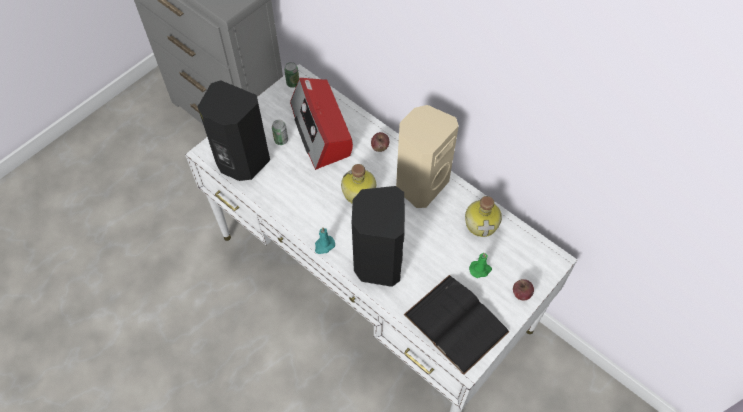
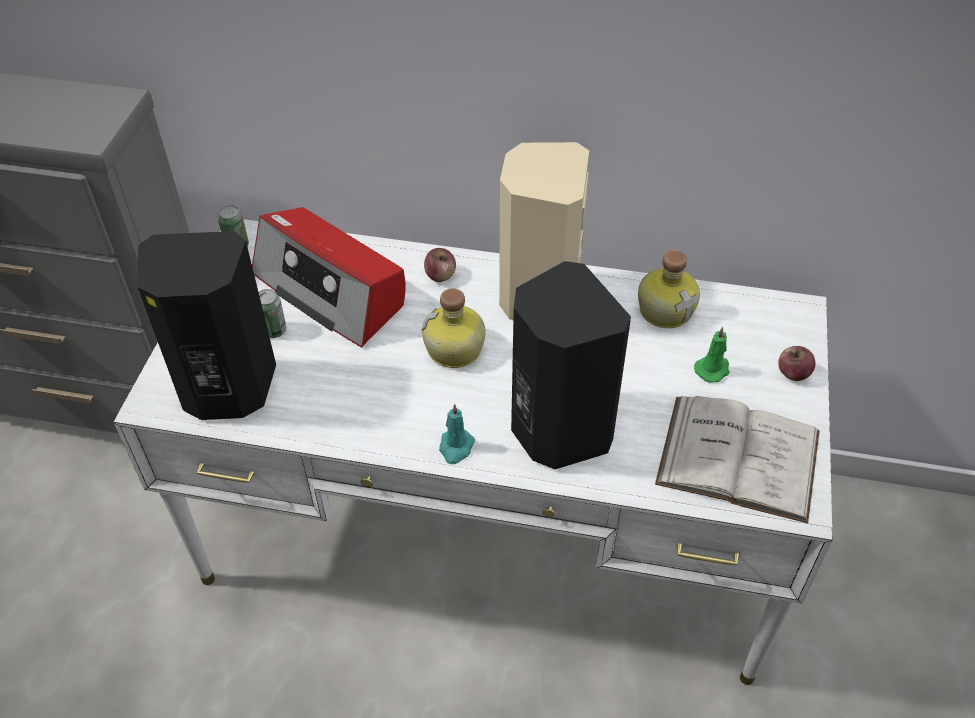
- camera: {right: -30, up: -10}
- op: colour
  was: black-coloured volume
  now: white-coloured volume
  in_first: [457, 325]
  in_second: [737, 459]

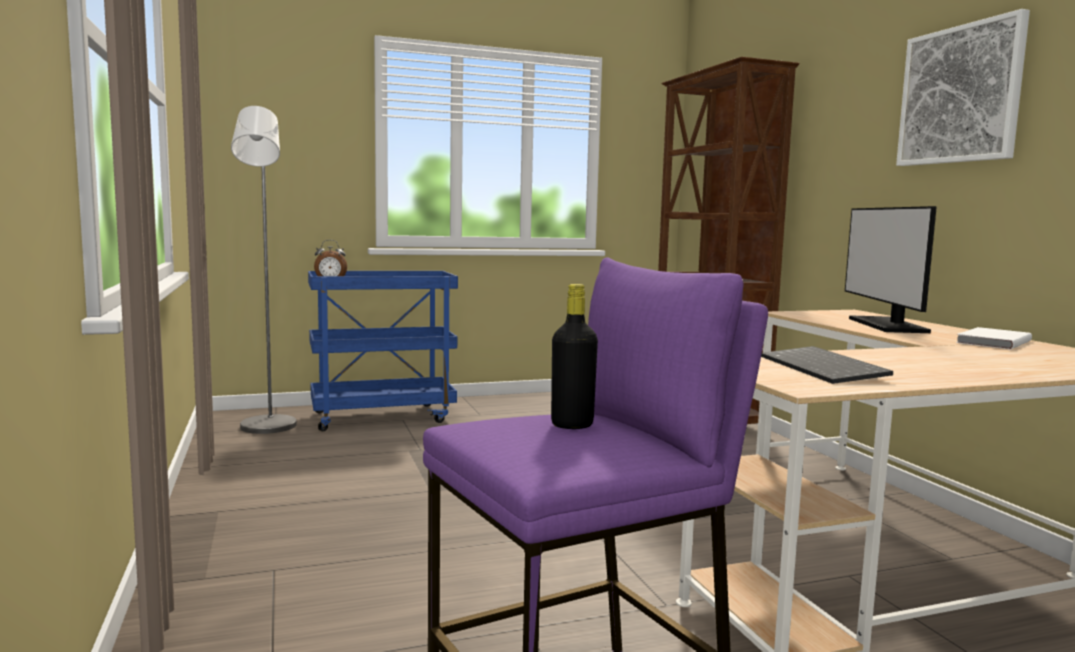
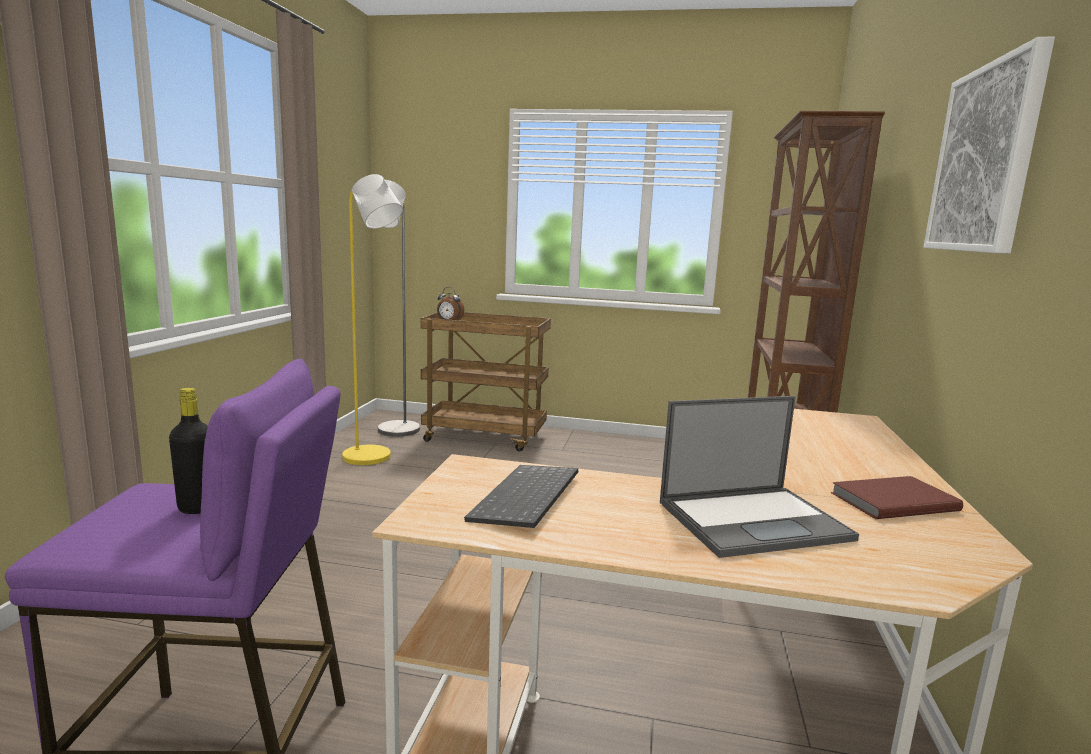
- camera: {right: 30, up: 5}
- op: appeared
  now: yellow floor lamp
  in_second: [372, 319]
- op: colour
  was: blue-coloured trolley
  now: brown trolley
  in_first: [383, 351]
  in_second: [486, 381]
- op: appeared
  now: portable computer
  in_second: [759, 477]
- op: colour
  was: white-coloured volume
  now: brown volume
  in_first: [994, 338]
  in_second: [897, 497]
- op: missing
  was: computer display
  in_first: [891, 269]

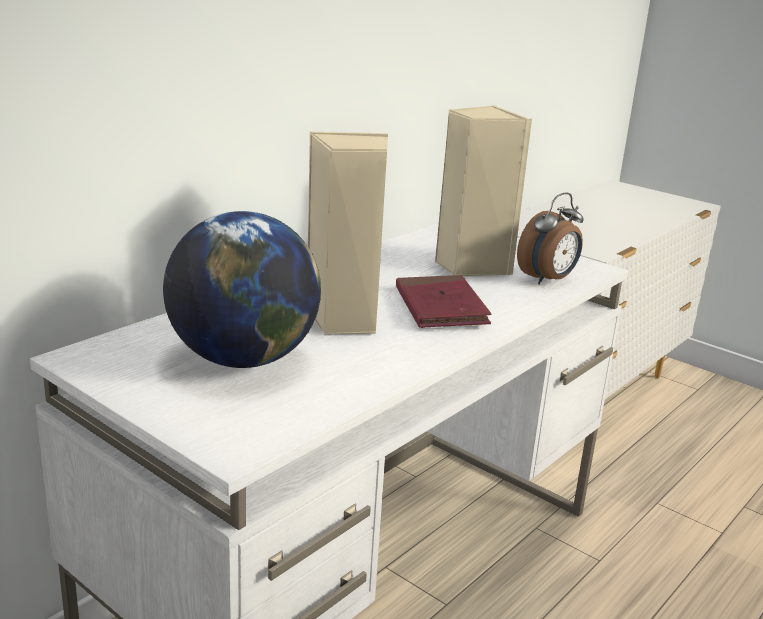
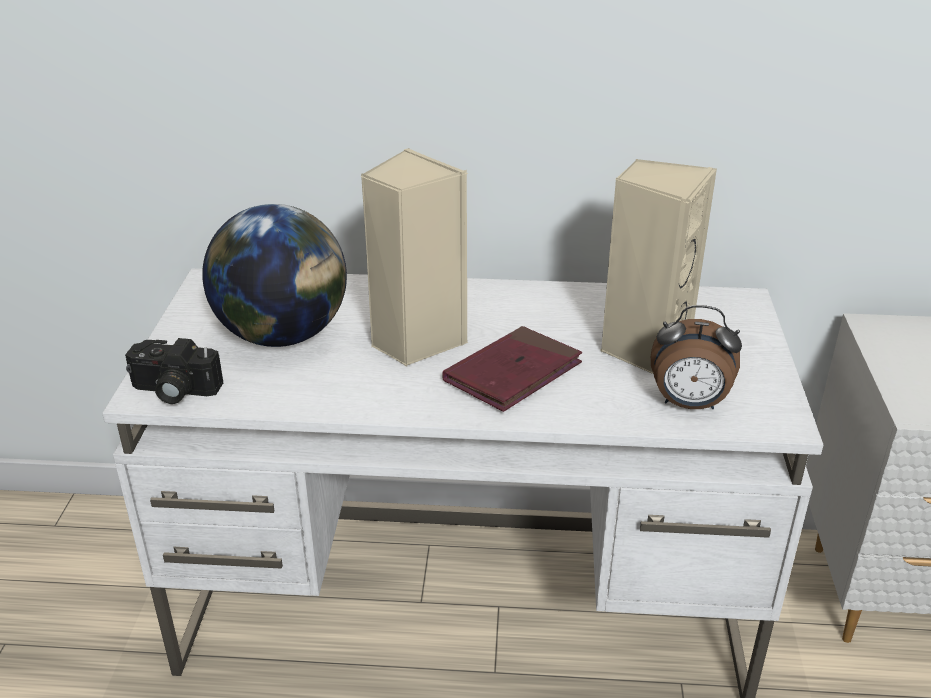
- camera: {right: 55, up: 10}
- op: appeared
  now: still camera
  in_second: [174, 371]

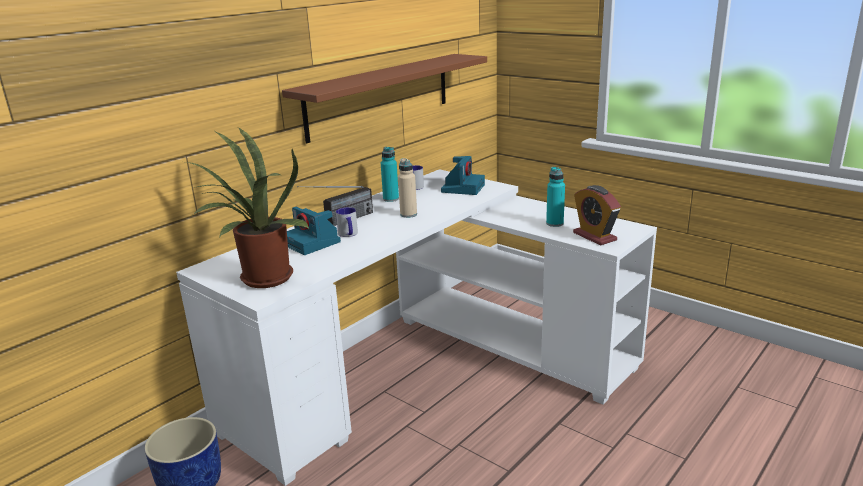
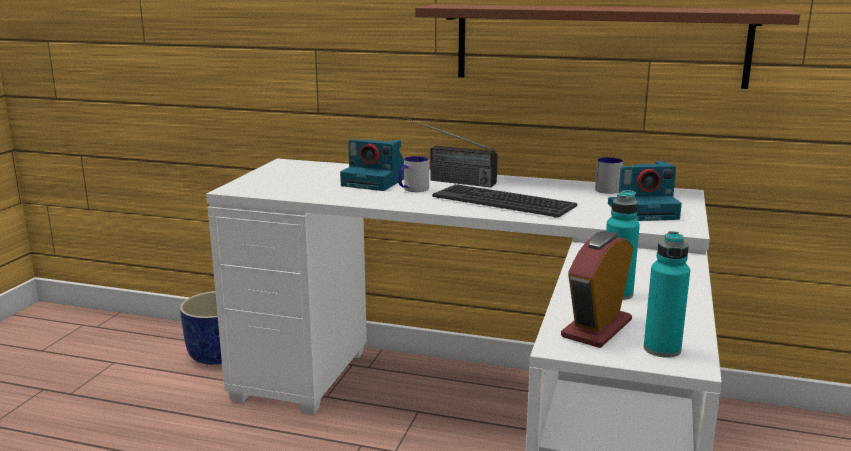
- camera: {right: 65, up: -5}
- op: spun
  was: still camera
  in_first: [314, 231]
  in_second: [372, 165]
  clockwise: -90
- op: exchanged
  was: sand-coloured drink bottle
  now: computer keyboard
  in_first: [407, 188]
  in_second: [504, 201]
- op: relocated
  was: turquoise-coloured drink bottle
  in_first: [390, 174]
  in_second: [667, 294]
- op: missing
  was: potted plant
  in_first: [247, 207]

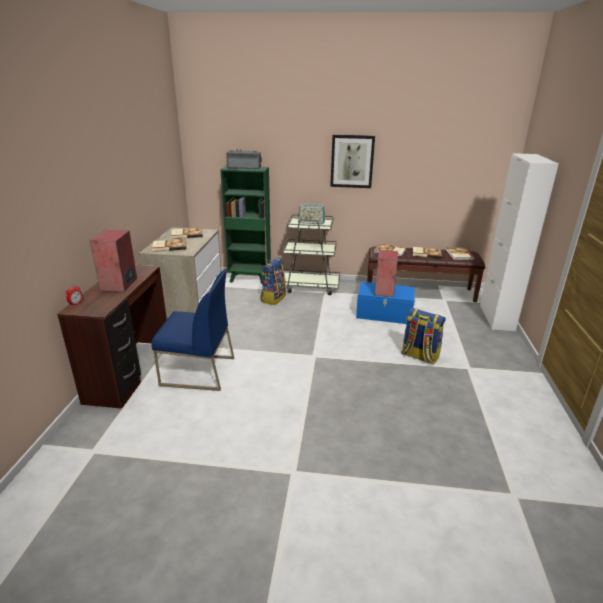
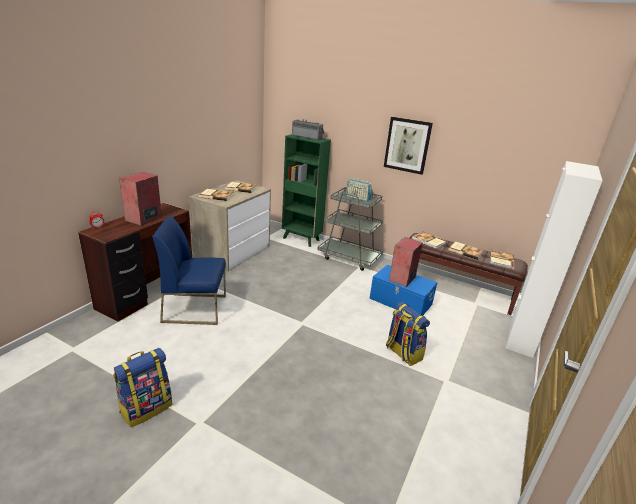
- camera: {right: 20, up: 0}
- op: relocated
  was: knapsack
  in_first: [273, 281]
  in_second: [142, 387]
- op: spun
  was: blue-coloured upright chair
  in_first: [192, 330]
  in_second: [189, 270]
  clockwise: 150

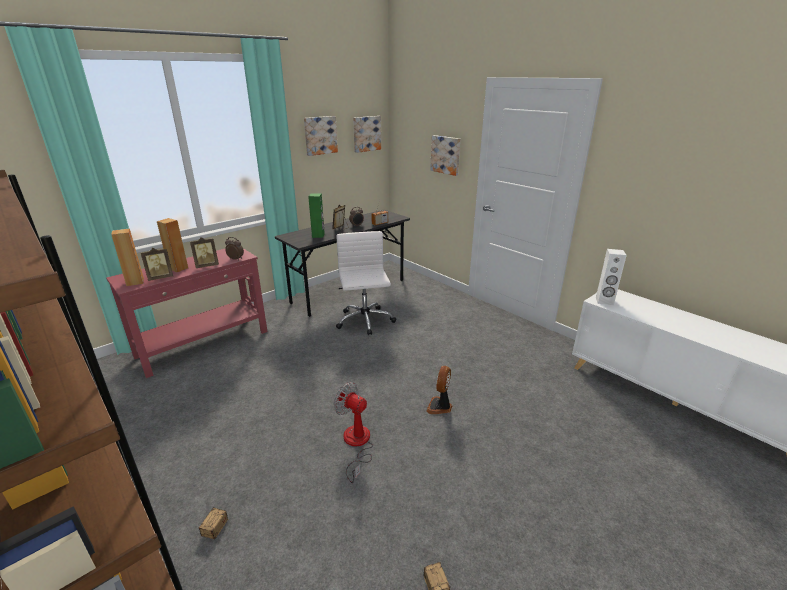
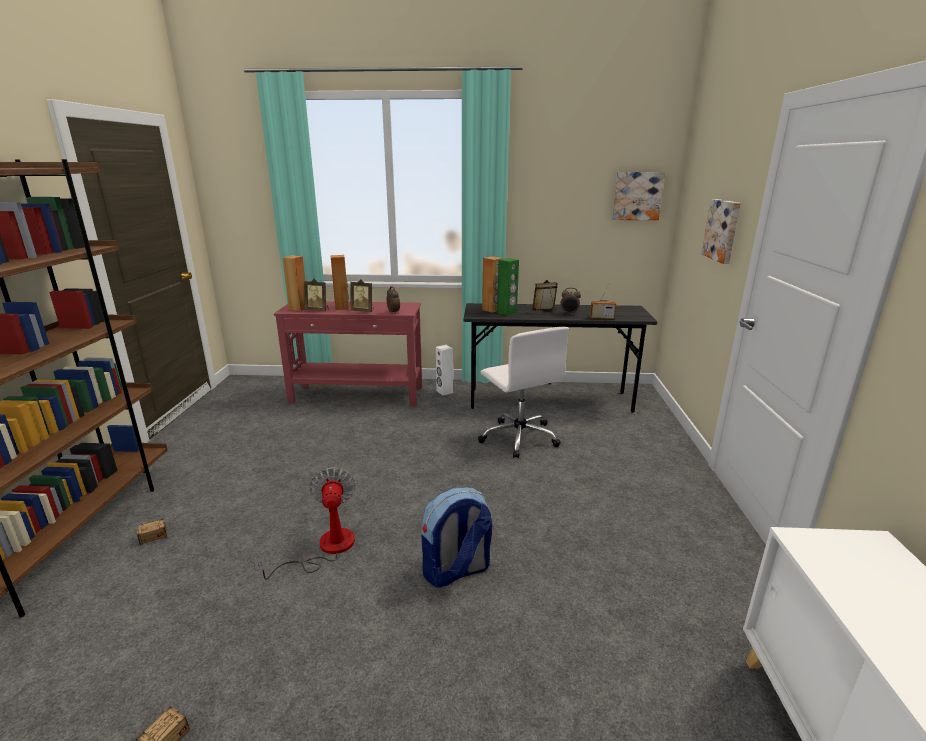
- camera: {right: 45, up: -5}
- op: exchanged
  was: cooling fan
  now: knapsack
  in_first: [439, 390]
  in_second: [456, 537]
- op: relocated
  was: white-coloured loudspeaker
  in_first: [611, 277]
  in_second: [444, 370]
- op: spun
  was: white-coloured desk chair
  in_first: [366, 283]
  in_second: [523, 392]
  clockwise: 120
- op: appeared
  now: brown loudspeaker
  in_second: [492, 284]
- op: missing
  was: wall art
  in_first: [321, 136]

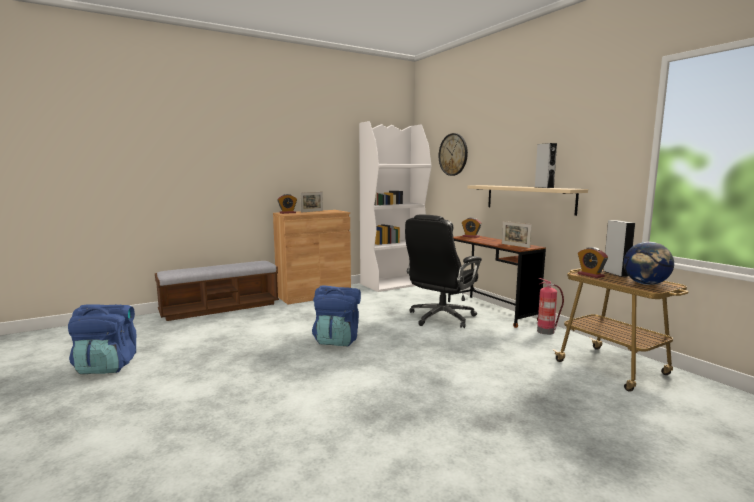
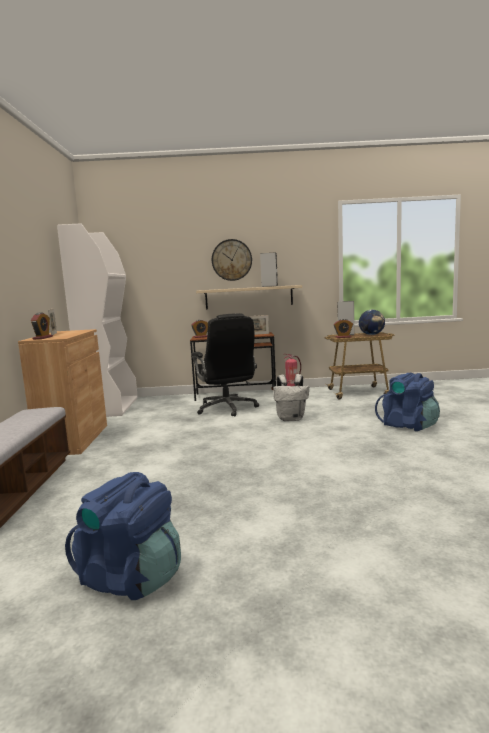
- camera: {right: -60, up: 0}
- op: relocated
  was: clock on the wall
  in_first: [453, 154]
  in_second: [232, 260]
- op: appeared
  now: white-coloured knapsack
  in_second: [291, 397]
- op: relocated
  was: blue-coloured knapsack
  in_first: [336, 315]
  in_second: [407, 402]

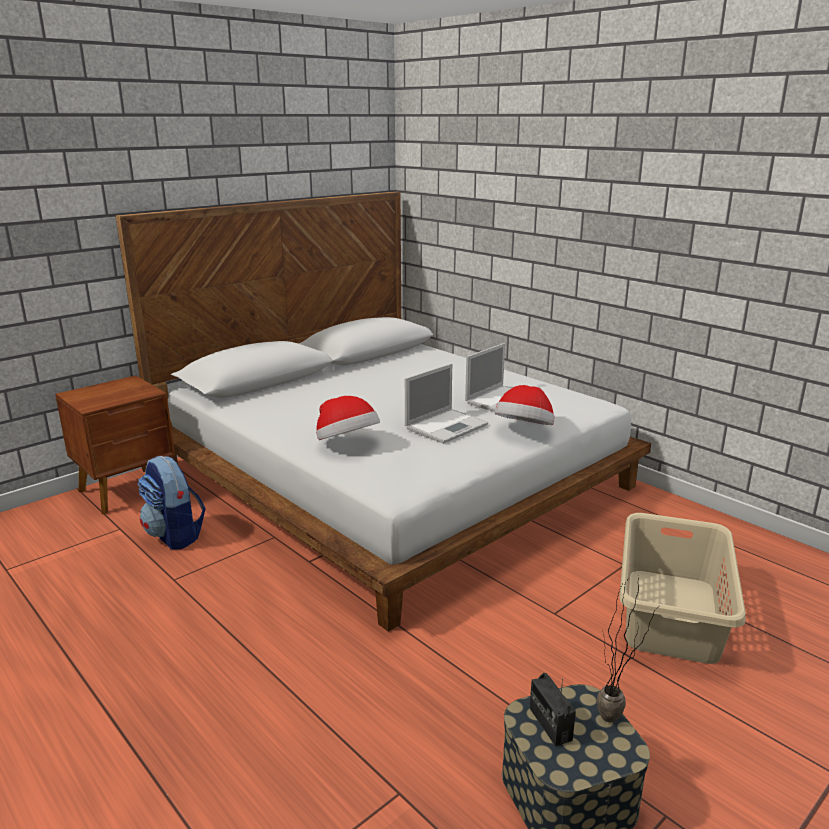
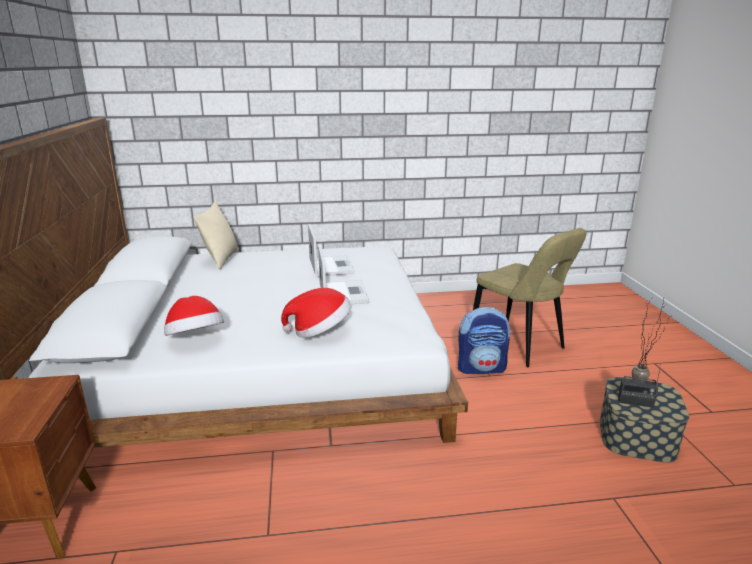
- camera: {right: -55, up: 0}
- op: relocated
  was: hat
  in_first: [524, 405]
  in_second: [194, 316]
- op: appeared
  now: sand-coloured throw pillow
  in_second: [216, 235]
- op: relocated
  was: knapsack
  in_first: [172, 503]
  in_second: [484, 340]
- op: exchanged
  was: sand-coloured laundry basket
  now: sand-coloured upright chair
  in_first: [682, 588]
  in_second: [530, 297]

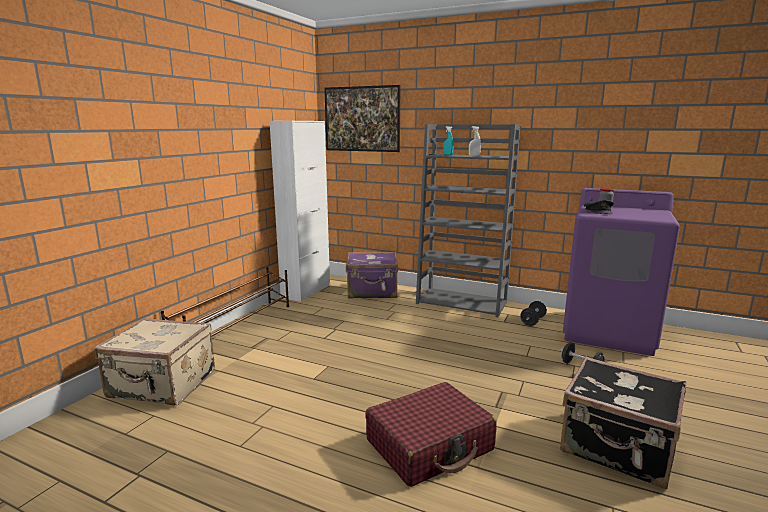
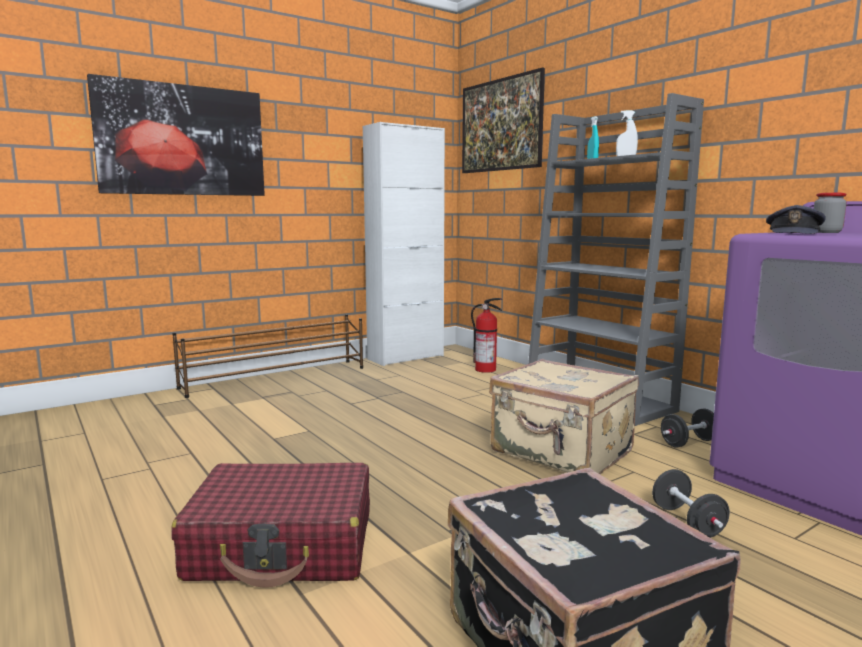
- camera: {right: 30, up: -5}
- op: appeared
  now: wall art
  in_second: [176, 135]
- op: exchanged
  was: purple travel case
  now: fire extinguisher
  in_first: [372, 275]
  in_second: [486, 335]
- op: relocated
  was: sand-coloured travel case
  in_first: [154, 361]
  in_second: [564, 416]

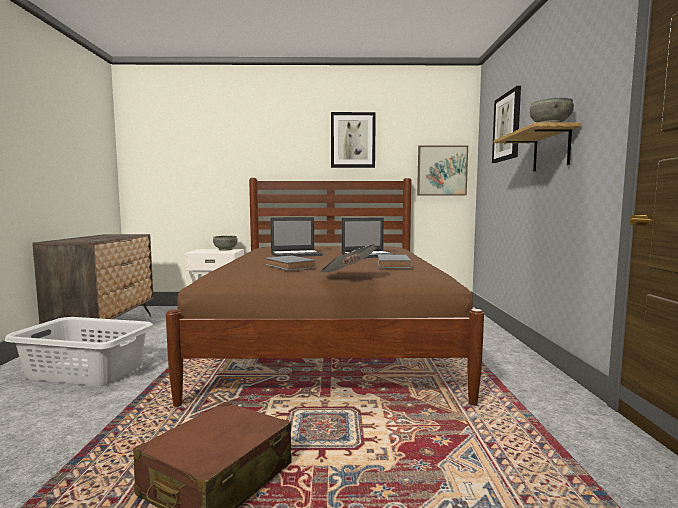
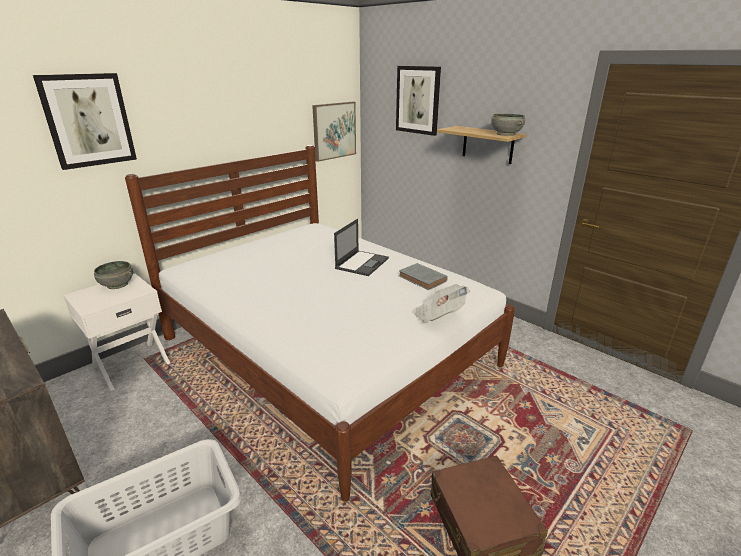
- camera: {right: -45, up: 20}
- op: relocated
  was: wall art
  in_first: [353, 140]
  in_second: [85, 121]
- op: colour
  was: brown bed
  now: white-coloured bed
  in_first: [325, 292]
  in_second: [320, 323]
- op: missing
  was: greyish volume
  in_first: [291, 263]
- op: missing
  was: portable computer
  in_first: [296, 237]

